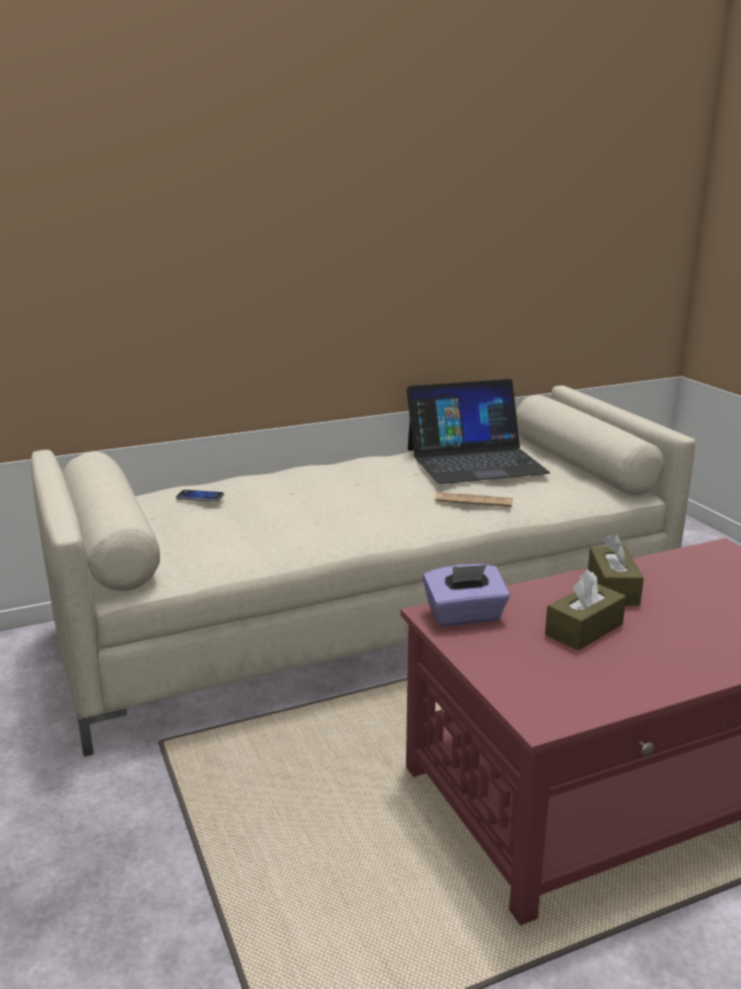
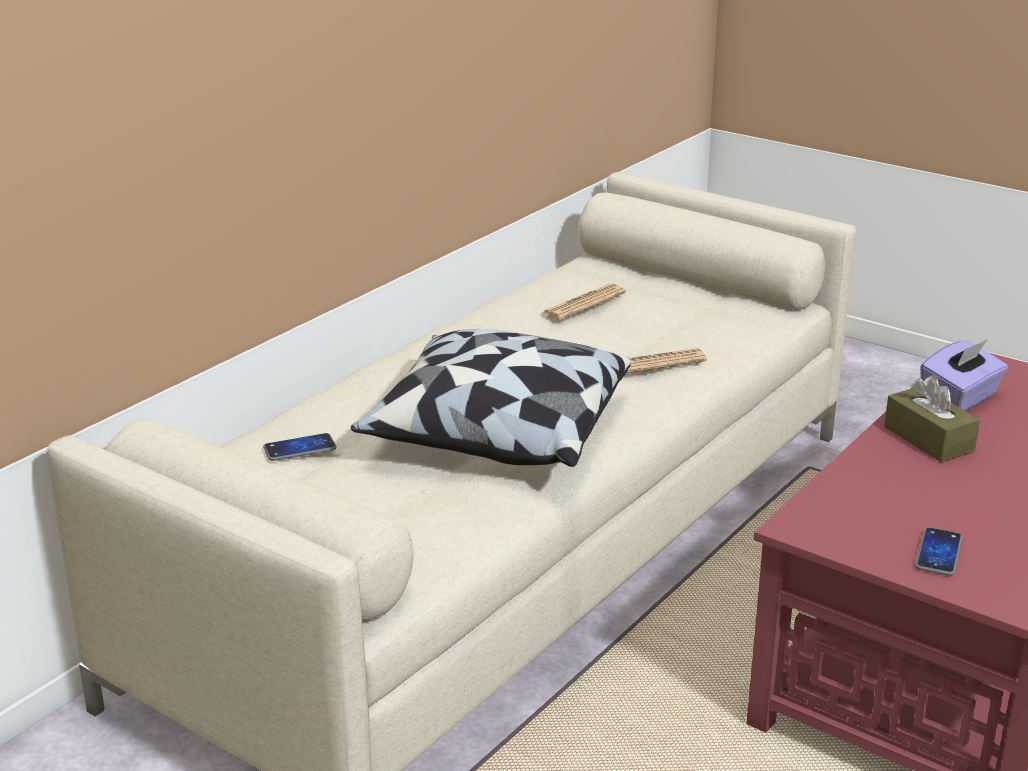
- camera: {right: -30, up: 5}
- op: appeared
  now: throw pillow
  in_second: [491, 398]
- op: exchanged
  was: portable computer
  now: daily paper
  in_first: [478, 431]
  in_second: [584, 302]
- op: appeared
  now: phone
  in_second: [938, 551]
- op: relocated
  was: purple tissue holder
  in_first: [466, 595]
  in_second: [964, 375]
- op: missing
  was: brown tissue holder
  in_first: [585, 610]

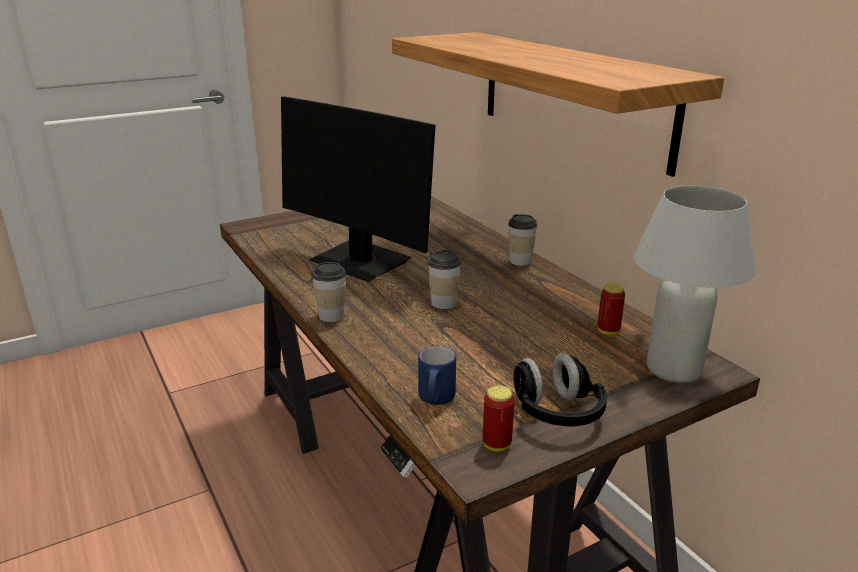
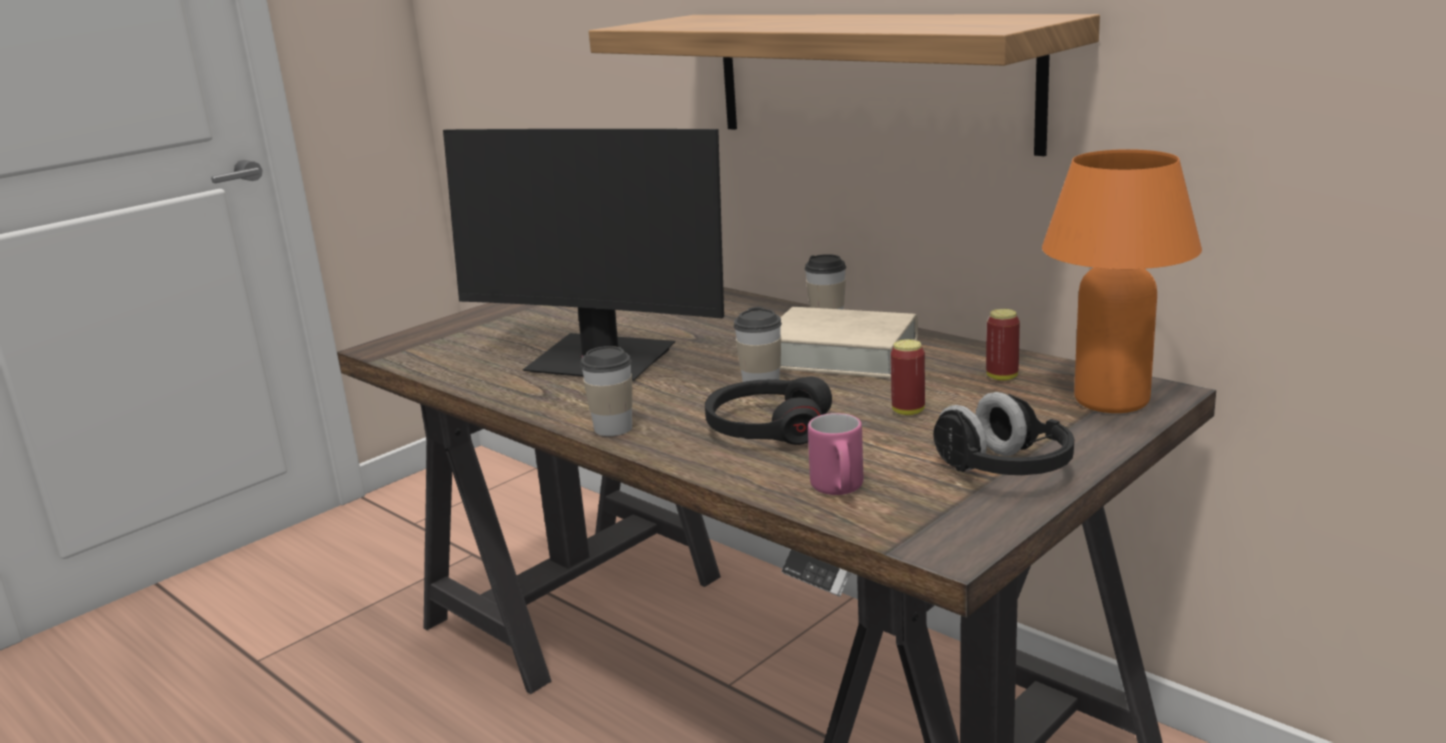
- camera: {right: -15, up: -5}
- op: appeared
  now: black-coloured headset
  in_second: [768, 410]
- op: appeared
  now: sand-coloured volume
  in_second: [849, 343]
- op: colour
  was: blue-coloured coffee mug
  now: pinkish coffee mug
  in_first: [437, 375]
  in_second: [835, 454]
- op: relocated
  was: sealed can
  in_first: [499, 418]
  in_second: [908, 377]
- op: colour
  was: white-coloured lamp for a table
  now: orange-coloured lamp for a table
  in_first: [694, 284]
  in_second: [1122, 281]

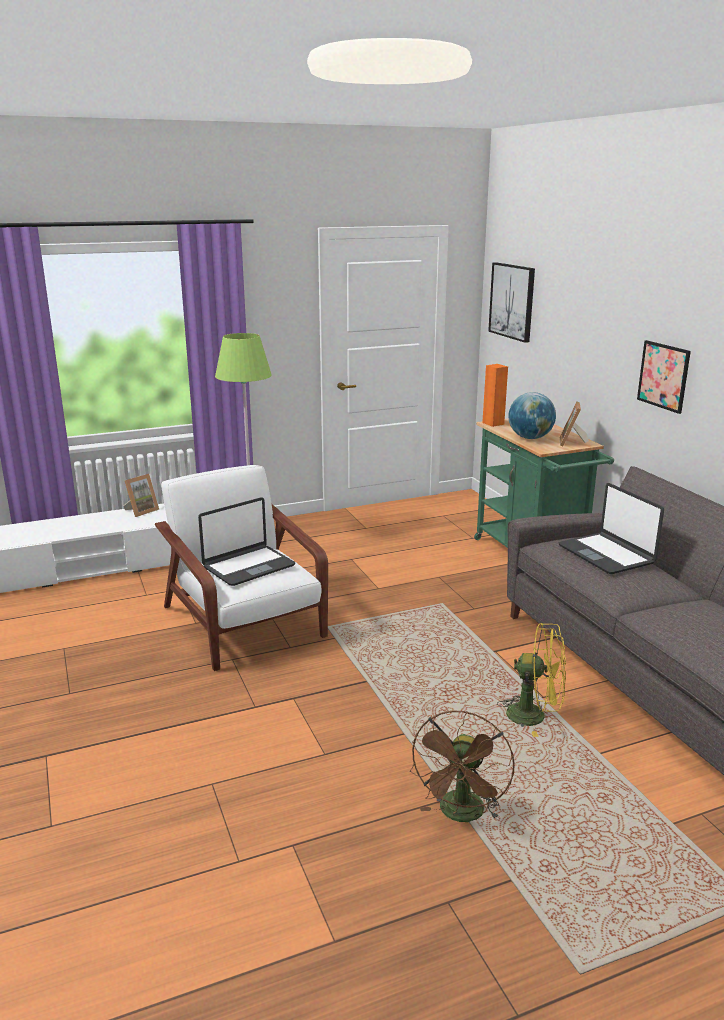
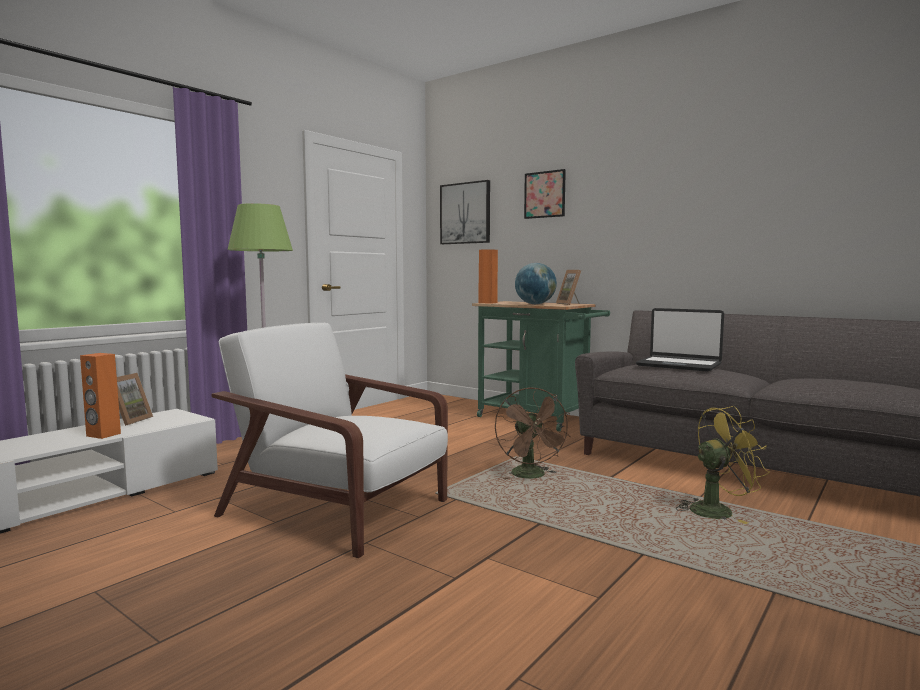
- camera: {right: -30, up: -15}
- op: appeared
  now: orange-coloured loudspeaker
  in_second: [100, 396]
- op: relocated
  was: brown cooling fan
  in_first: [462, 766]
  in_second: [533, 433]
- op: relocated
  was: wall art
  in_first: [664, 377]
  in_second: [545, 194]
- op: missing
  was: portable computer
  in_first: [246, 541]

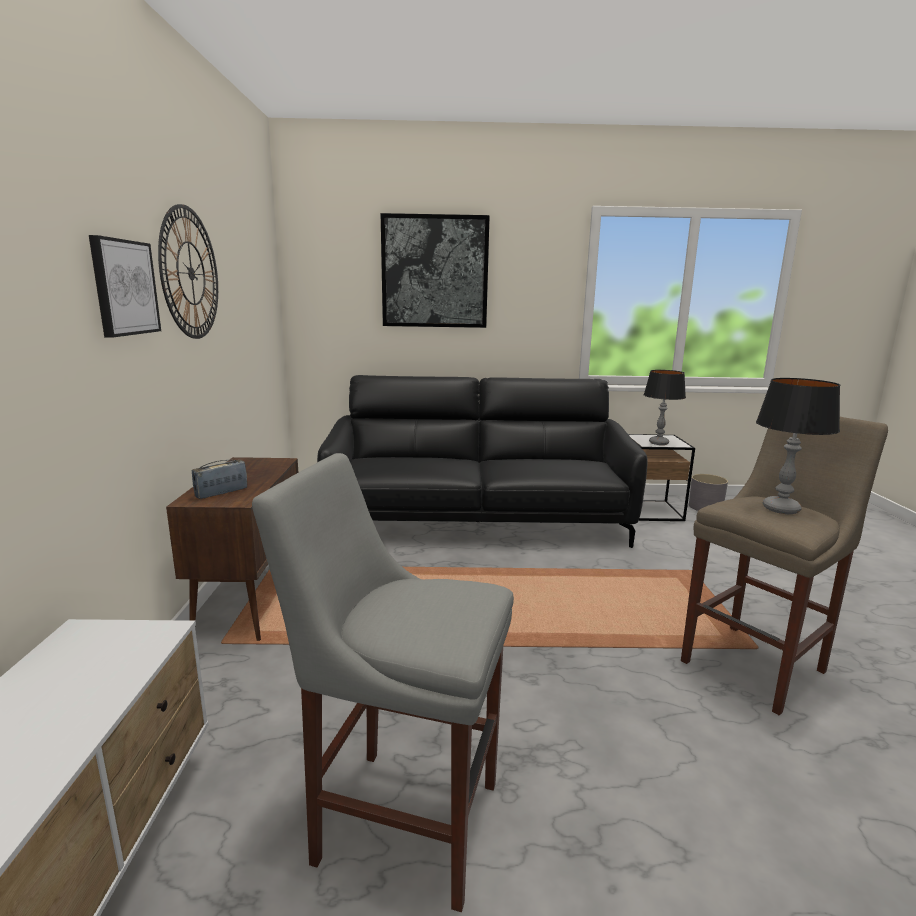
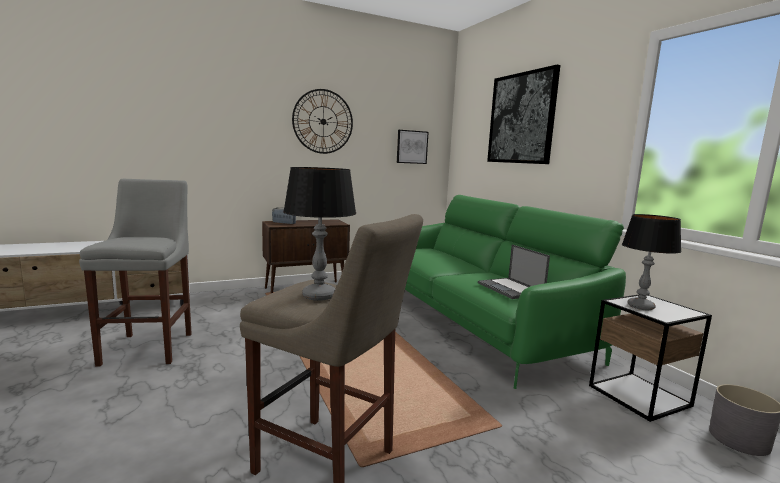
- camera: {right: 65, up: -5}
- op: relocated
  was: wall art
  in_first: [125, 286]
  in_second: [412, 147]
- op: colour
  was: black-coloured settee
  now: green-coloured settee
  in_first: [482, 461]
  in_second: [515, 292]
- op: appeared
  now: portable computer
  in_second: [514, 271]

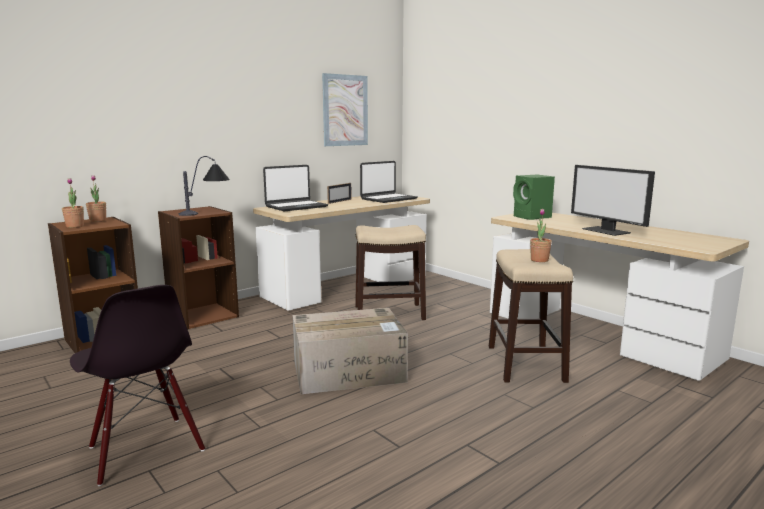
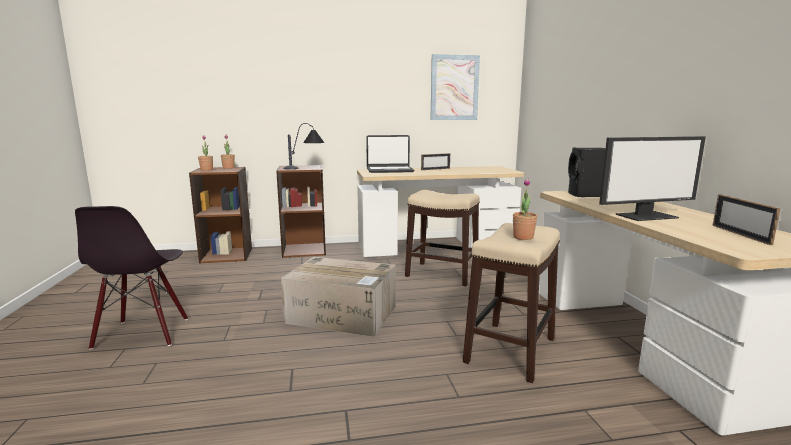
- camera: {right: 30, up: 0}
- op: colour
  was: green-coloured loudspeaker
  now: black-coloured loudspeaker
  in_first: [534, 197]
  in_second: [587, 172]
- op: spun
  was: computer display
  in_first: [613, 200]
  in_second: [652, 178]
  clockwise: -105
- op: appeared
  now: picture frame
  in_second: [746, 219]
- op: missing
  was: portable computer
  in_first: [389, 182]

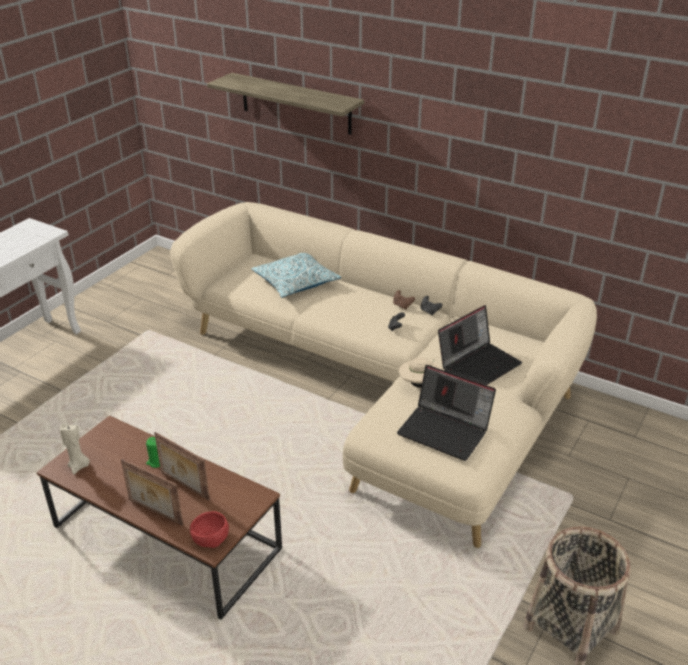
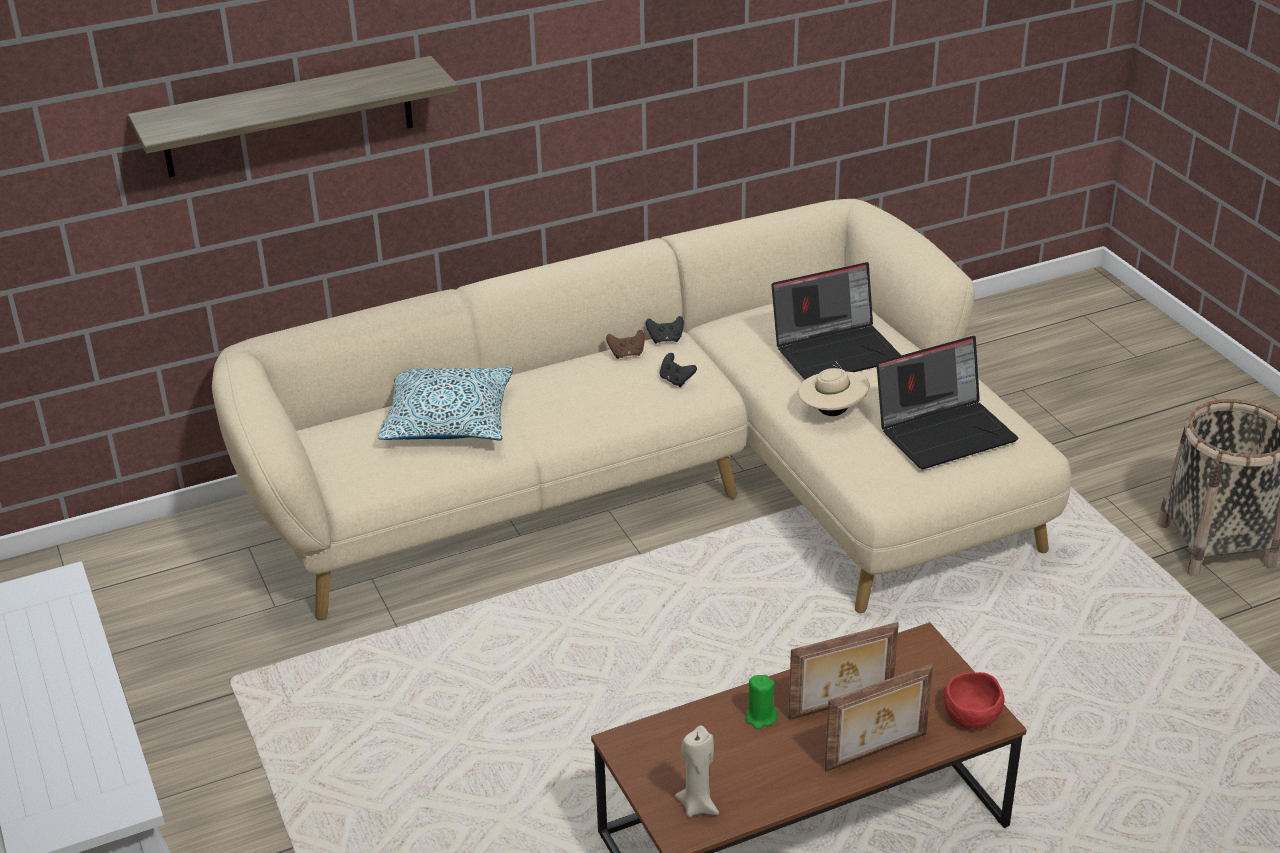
- camera: {right: -55, up: 0}
- op: spun
  was: portable computer
  in_first: [480, 345]
  in_second: [836, 321]
  clockwise: 75

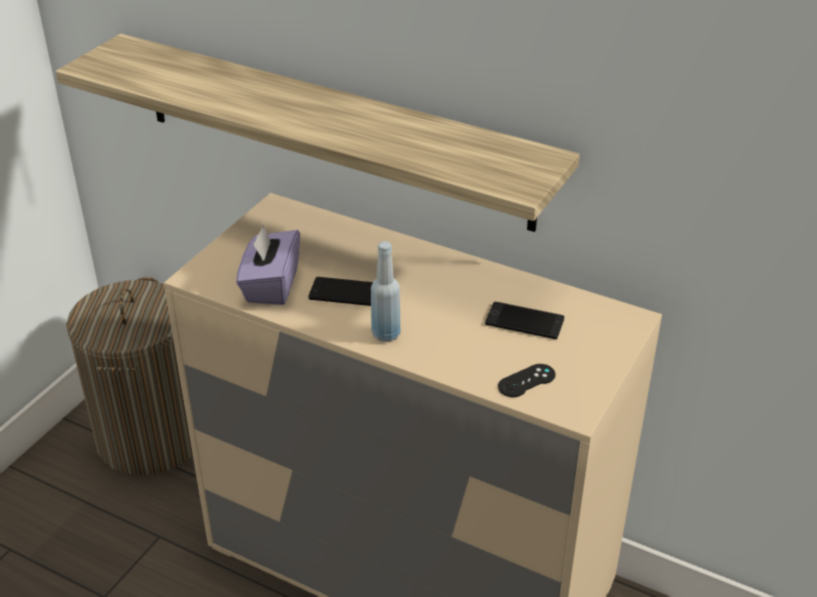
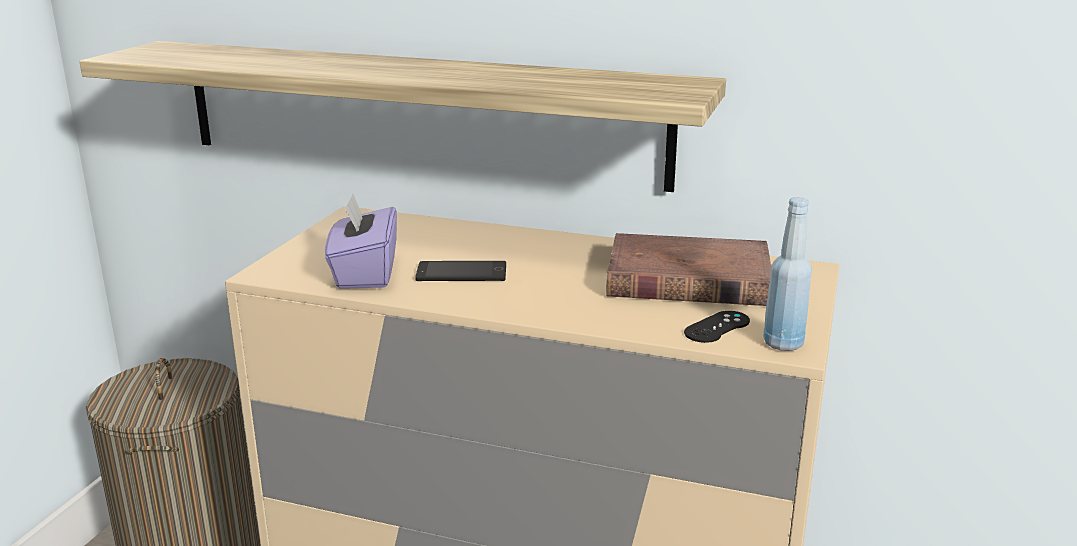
- camera: {right: -10, up: -15}
- op: exchanged
  was: phone
  now: brown volume
  in_first: [524, 320]
  in_second: [688, 269]
- op: relocated
  was: blue-coloured drink bottle
  in_first: [385, 291]
  in_second: [787, 274]

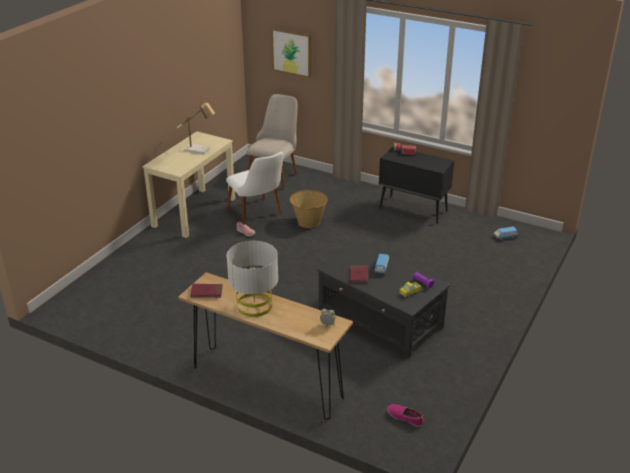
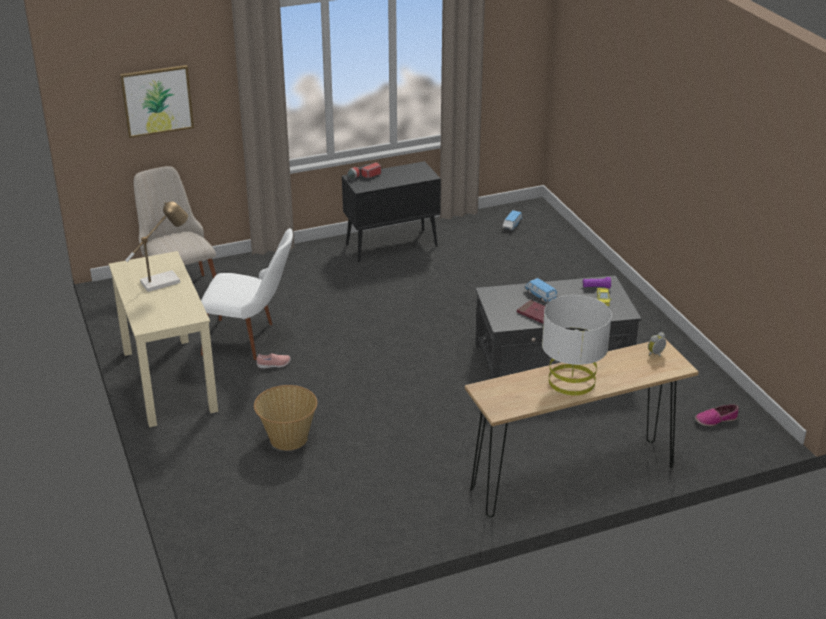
- camera: {right: -50, up: 0}
- op: relocated
  was: household basket
  in_first: [308, 209]
  in_second: [285, 417]
- op: missing
  was: red-coloured volume
  in_first: [206, 291]

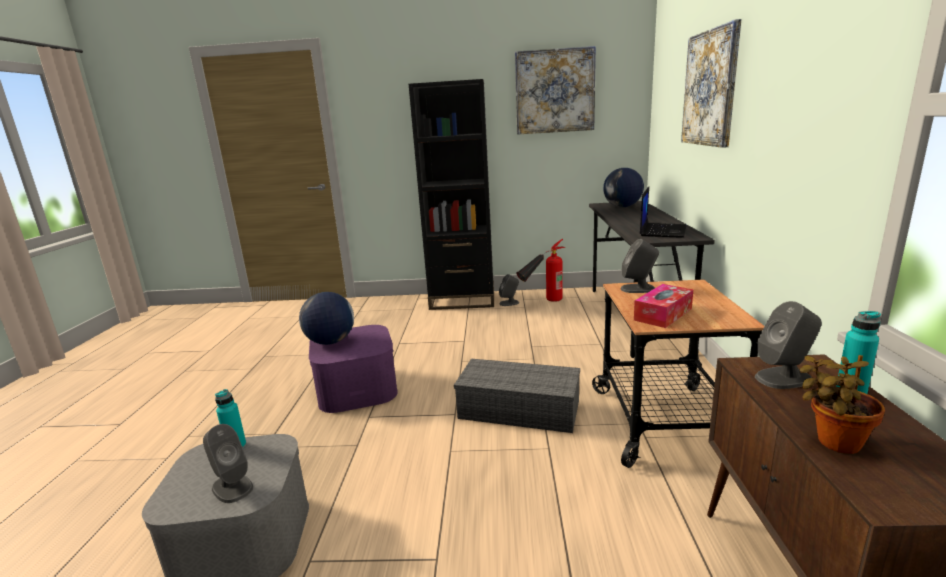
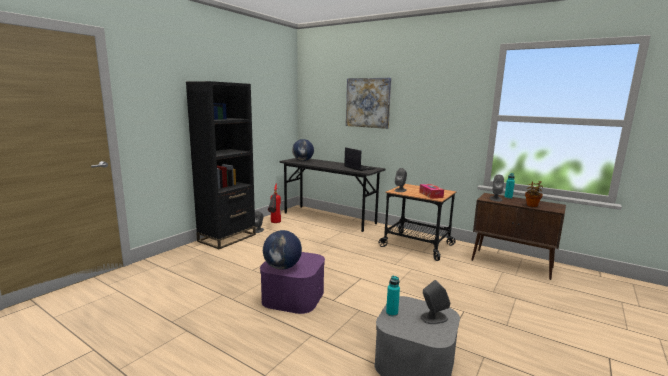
- camera: {right: -60, up: -5}
- op: missing
  was: greyish storage container
  in_first: [517, 396]
- op: missing
  was: wall art
  in_first: [555, 90]

